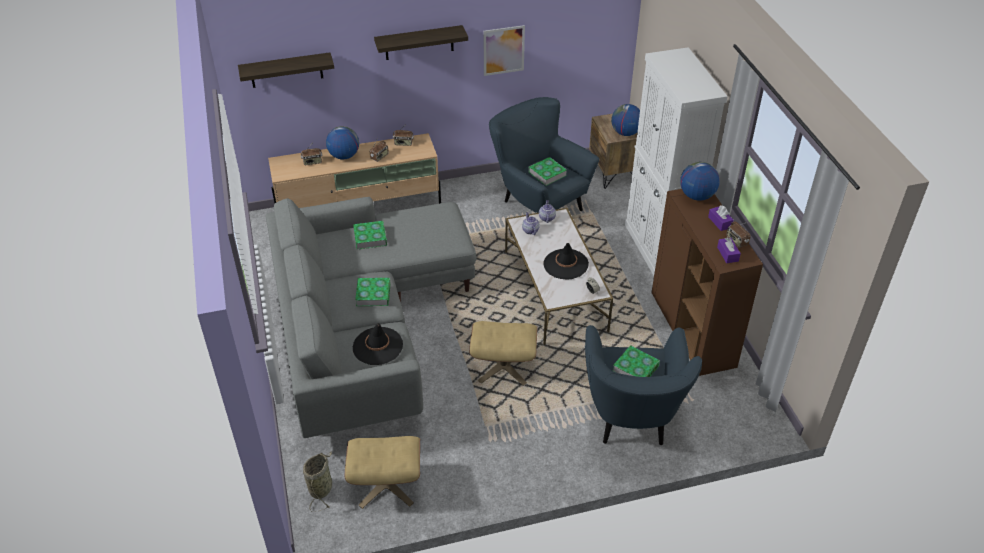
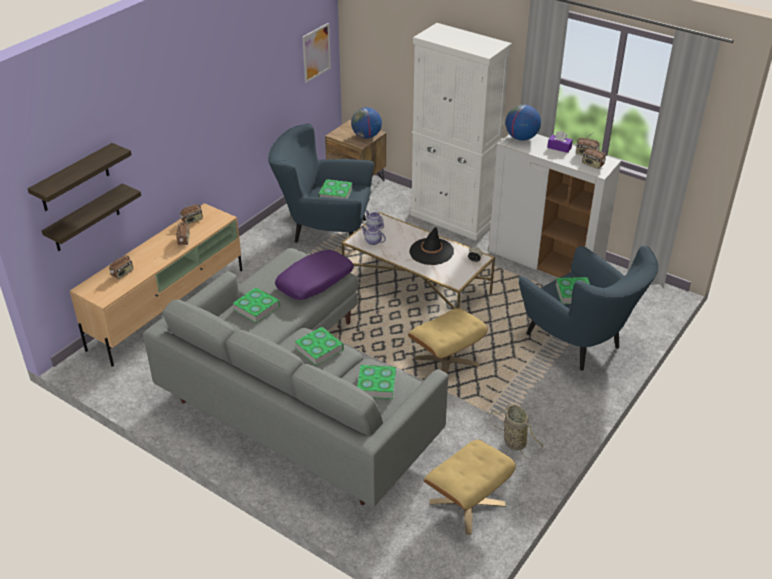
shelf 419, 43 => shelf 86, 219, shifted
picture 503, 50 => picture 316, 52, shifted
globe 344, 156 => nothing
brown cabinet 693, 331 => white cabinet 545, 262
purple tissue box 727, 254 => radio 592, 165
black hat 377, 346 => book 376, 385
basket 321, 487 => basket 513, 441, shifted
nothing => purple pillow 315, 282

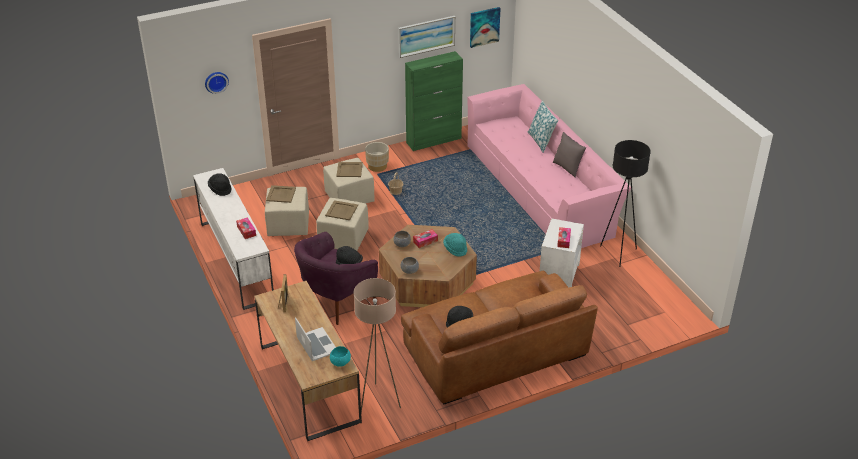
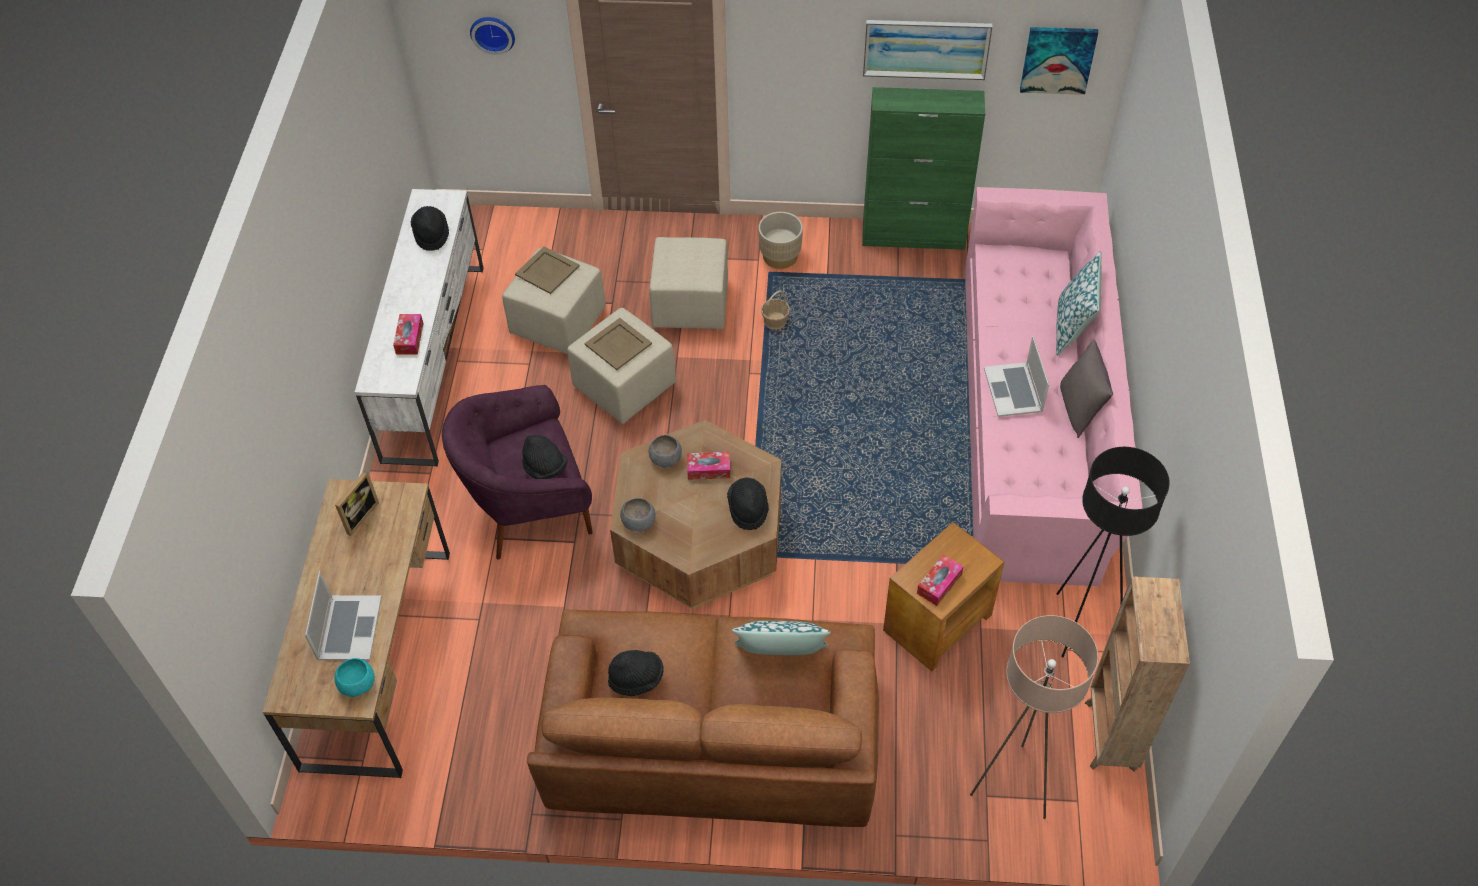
beige tray 349, 169 => nothing
white side table 558, 274 => brown side table 936, 622
turquoise hat 455, 249 => black hat 748, 509
beige floor lamp 379, 401 => beige floor lamp 1013, 785, shifted
nothing => laptop 1013, 390
nothing => brown bookcase 1110, 737
nothing => pillow 780, 658

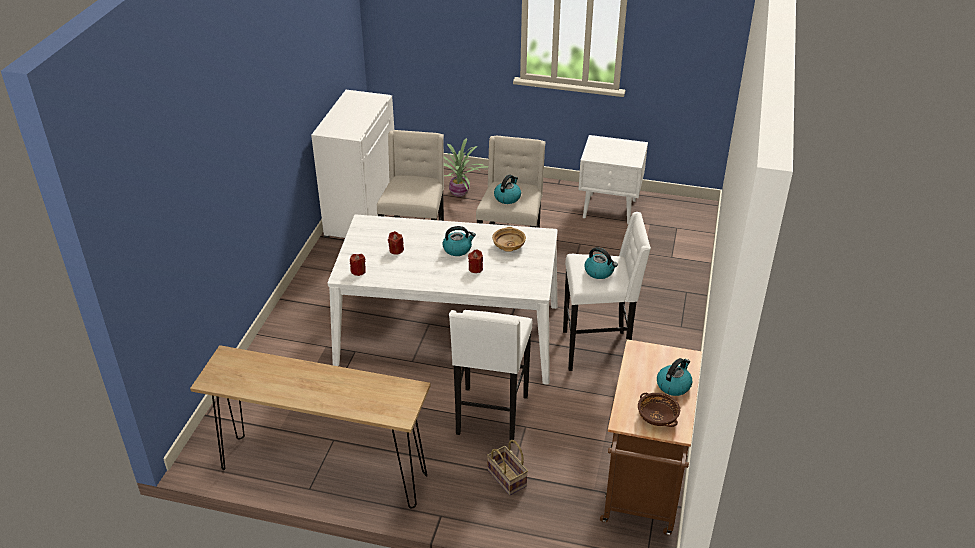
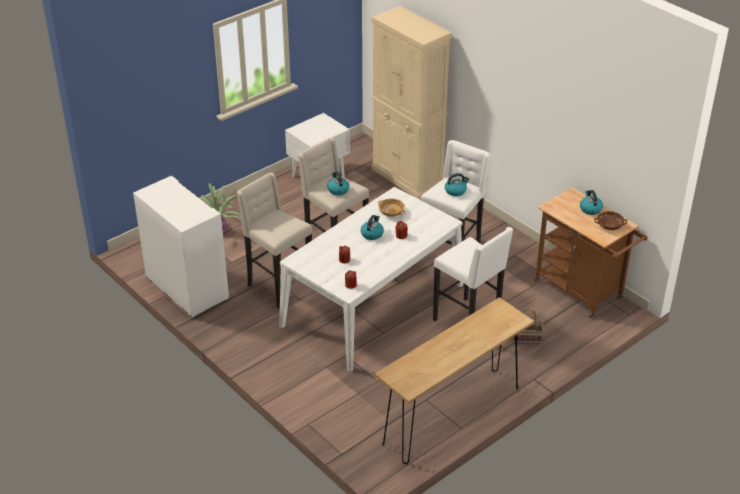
nothing => beige cabinet 407, 177

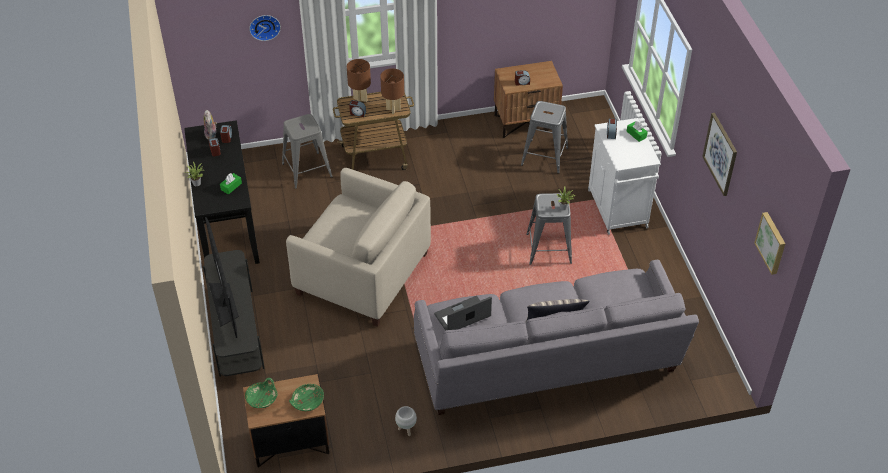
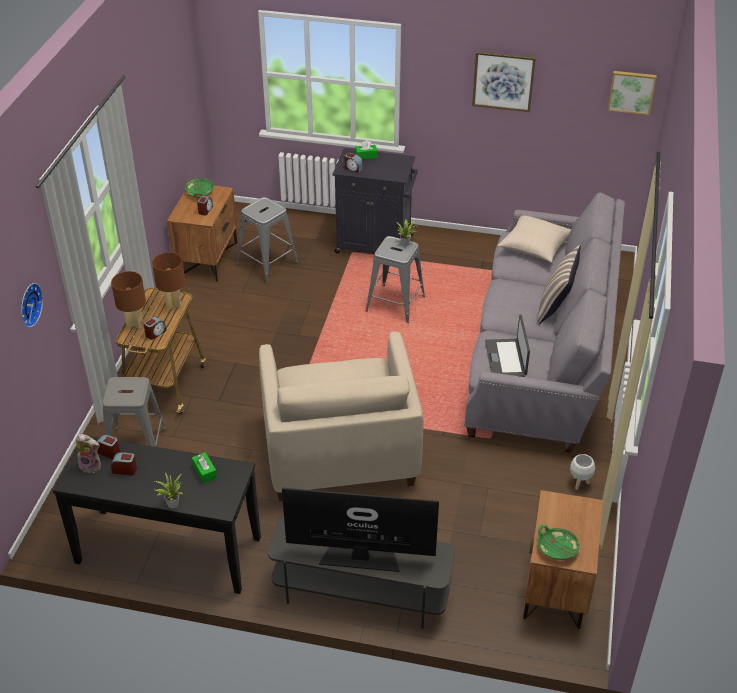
white cabinet 618, 210 => black cabinet 375, 244
beige armchair 362, 274 => beige armchair 339, 450, 120 degrees clockwise
green bowl 307, 402 => green bowl 199, 193, shifted
nothing => beige pillow 534, 247

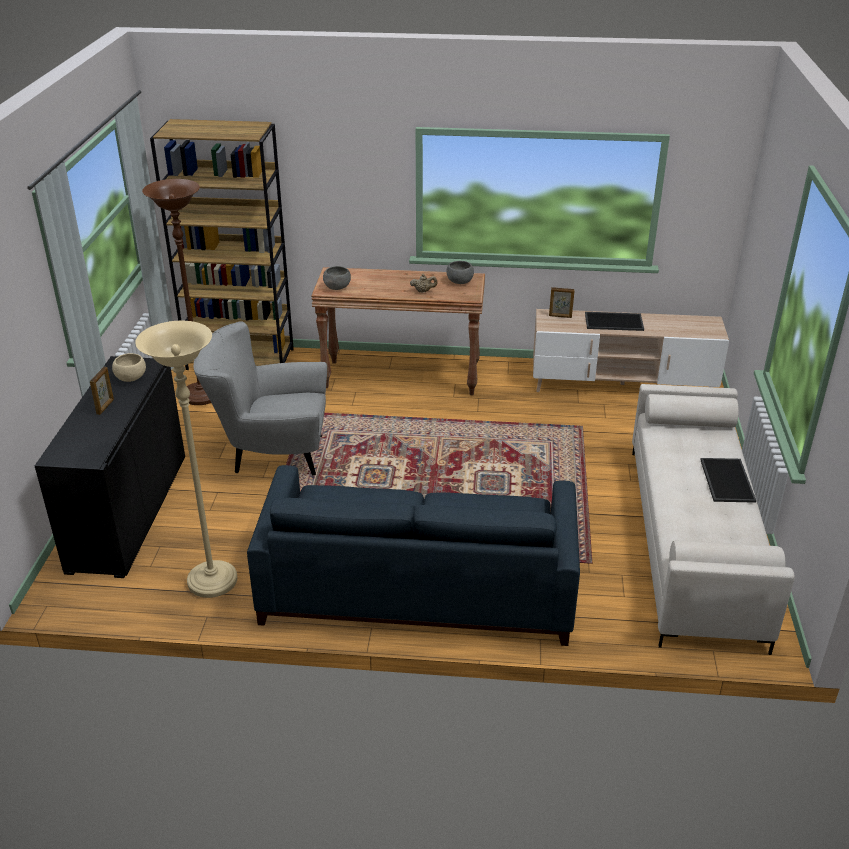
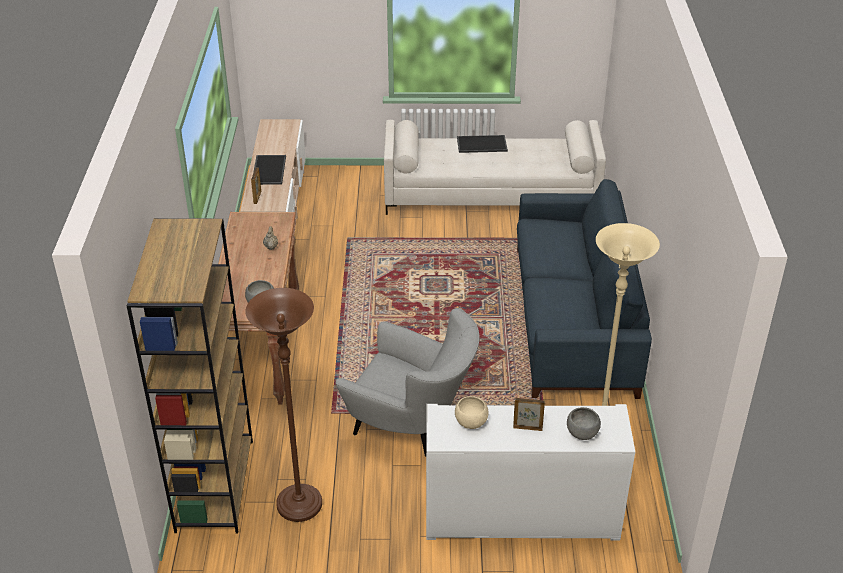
grey bowl 460, 282 => grey bowl 582, 433, shifted
grey armchair 271, 455 => grey armchair 411, 427, 60 degrees counterclockwise
black cabinet 129, 512 => white cabinet 521, 515

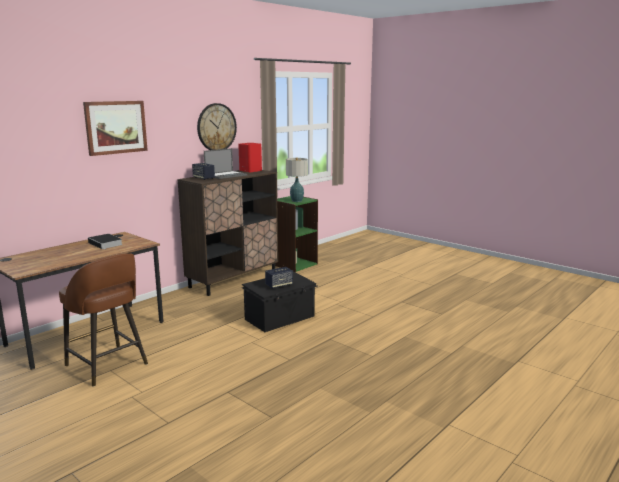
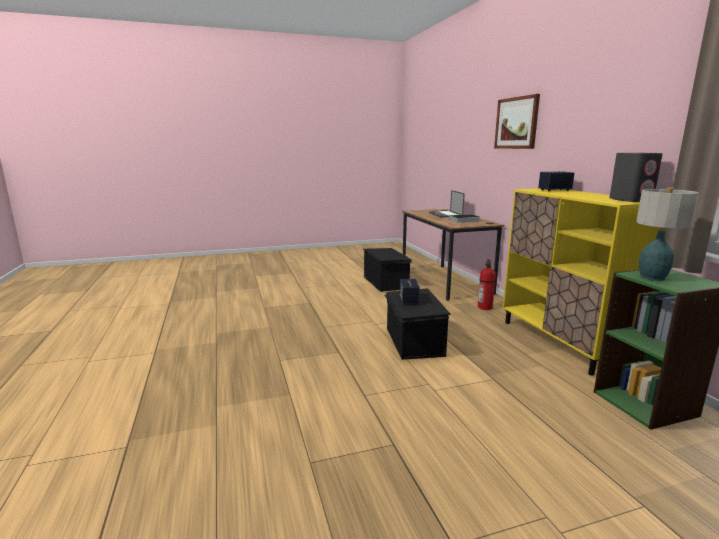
wall clock 216, 127 => nothing
red speaker 250, 170 => grey speaker 631, 200
laptop 226, 175 => laptop 445, 215, shifted
brown cabinet 233, 279 => yellow cabinet 561, 343
brown stool 107, 365 => black storage box 386, 282
nothing => fire extinguisher 485, 307

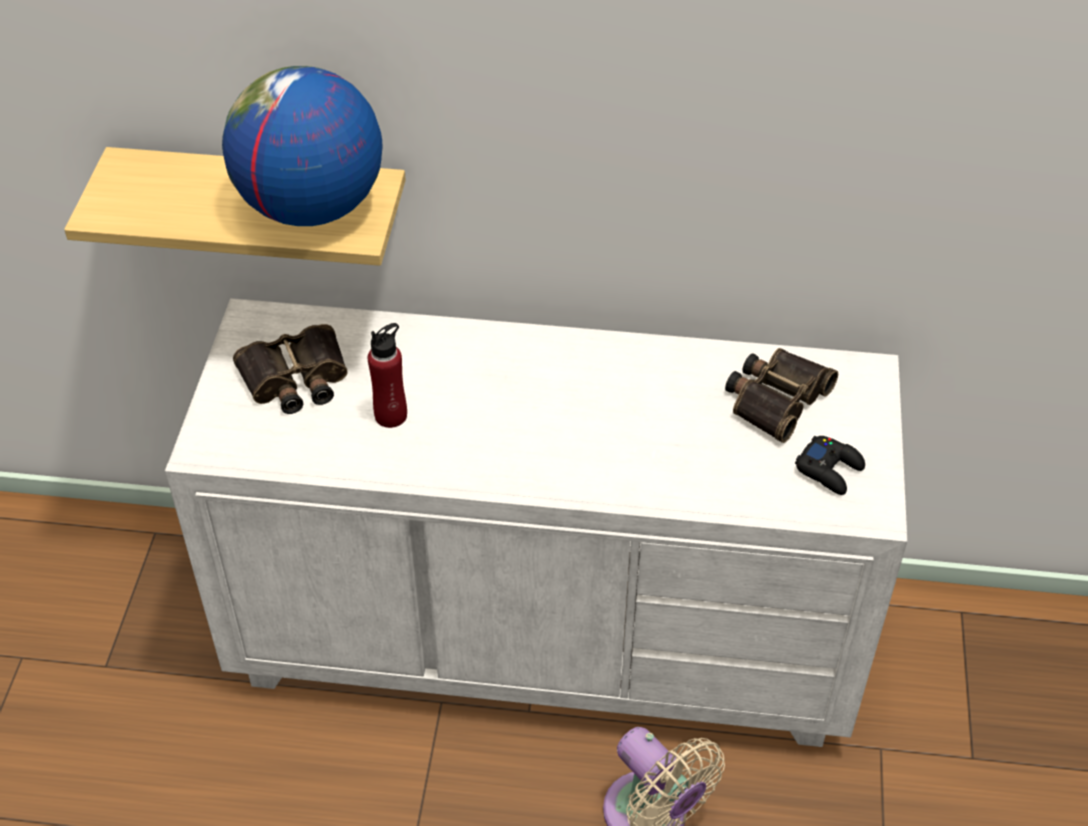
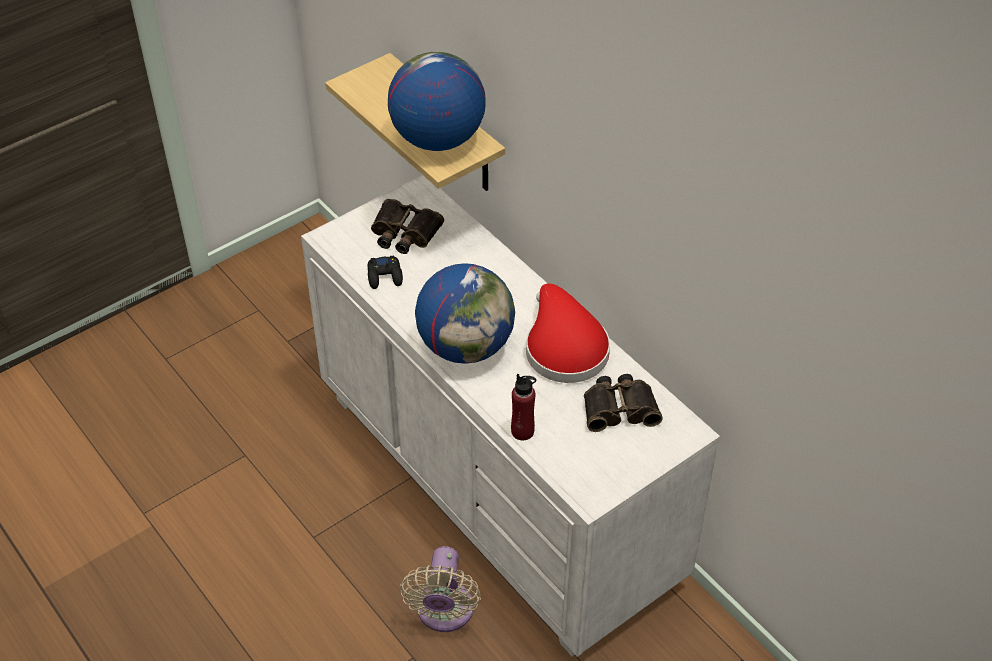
red bottle 391, 415 => red bottle 522, 431, shifted
black game controller 829, 469 => black game controller 385, 276, shifted
nothing => globe 466, 346
nothing => red hat 563, 347

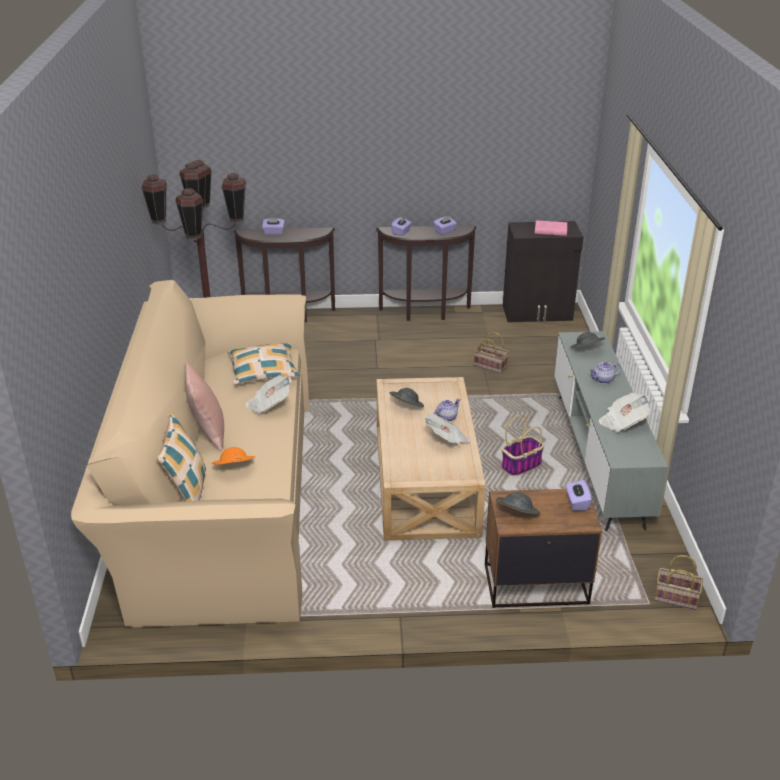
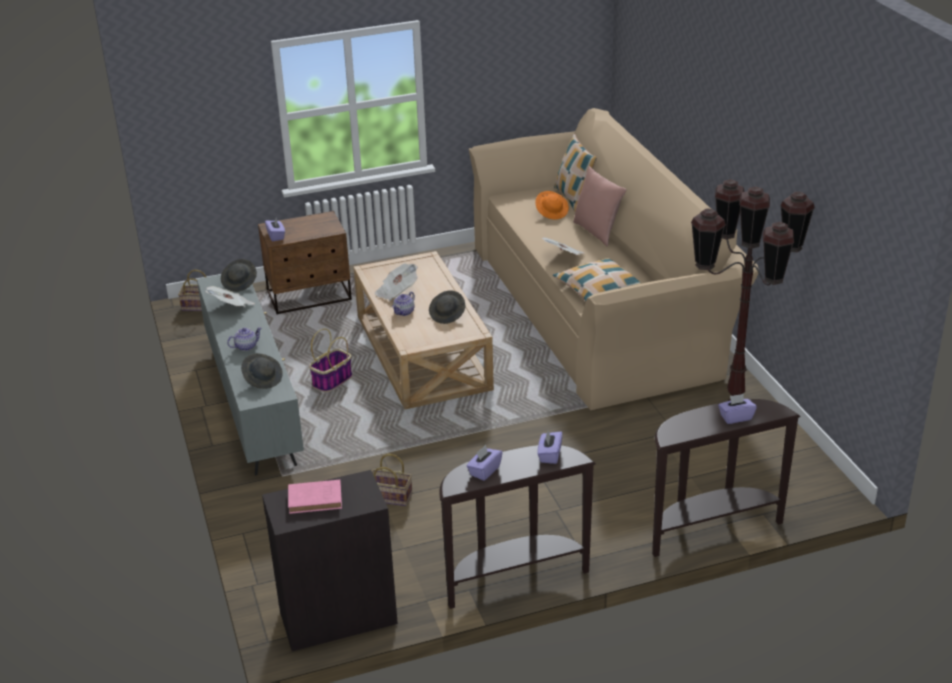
grey hat 516, 514 => grey hat 240, 283, shifted

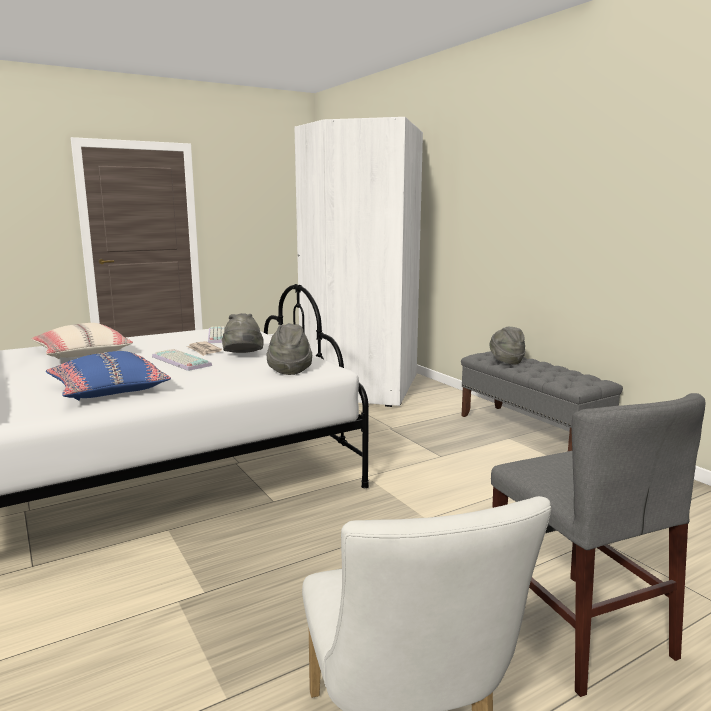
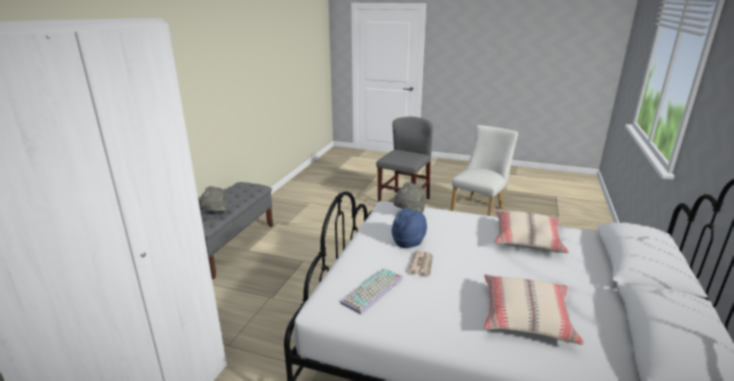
grey hat 243, 356 => blue hat 408, 241
keyboard 179, 361 => nothing
blue pillow 108, 389 => beige pillow 527, 240

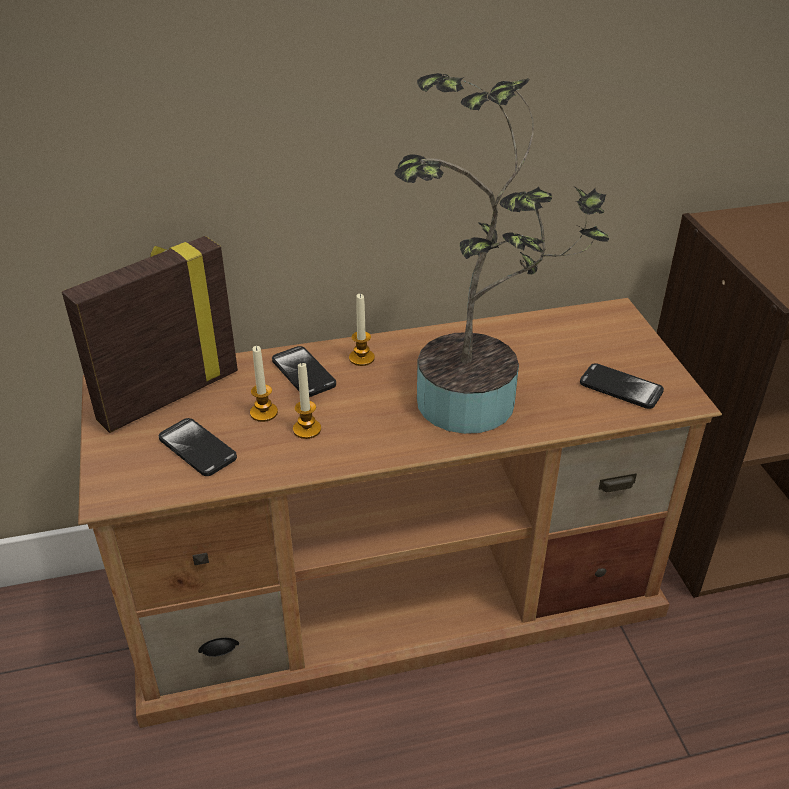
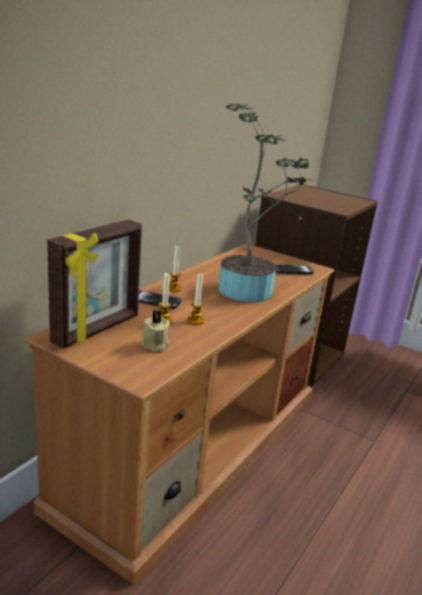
picture frame 168, 395 => picture frame 97, 330, 150 degrees counterclockwise
phone 197, 448 => beige candle 155, 345

